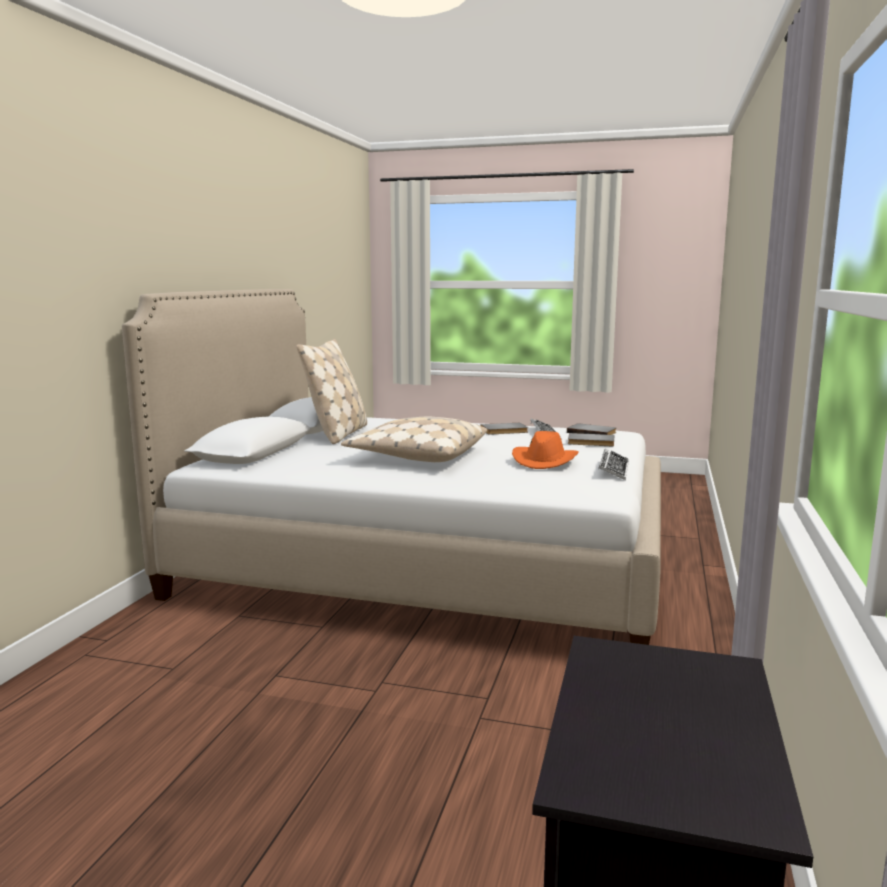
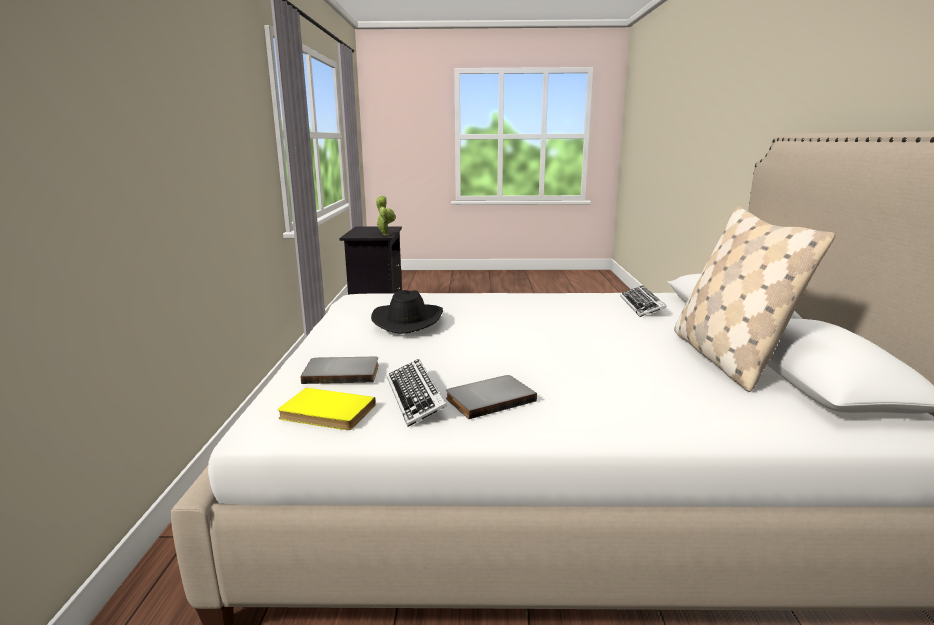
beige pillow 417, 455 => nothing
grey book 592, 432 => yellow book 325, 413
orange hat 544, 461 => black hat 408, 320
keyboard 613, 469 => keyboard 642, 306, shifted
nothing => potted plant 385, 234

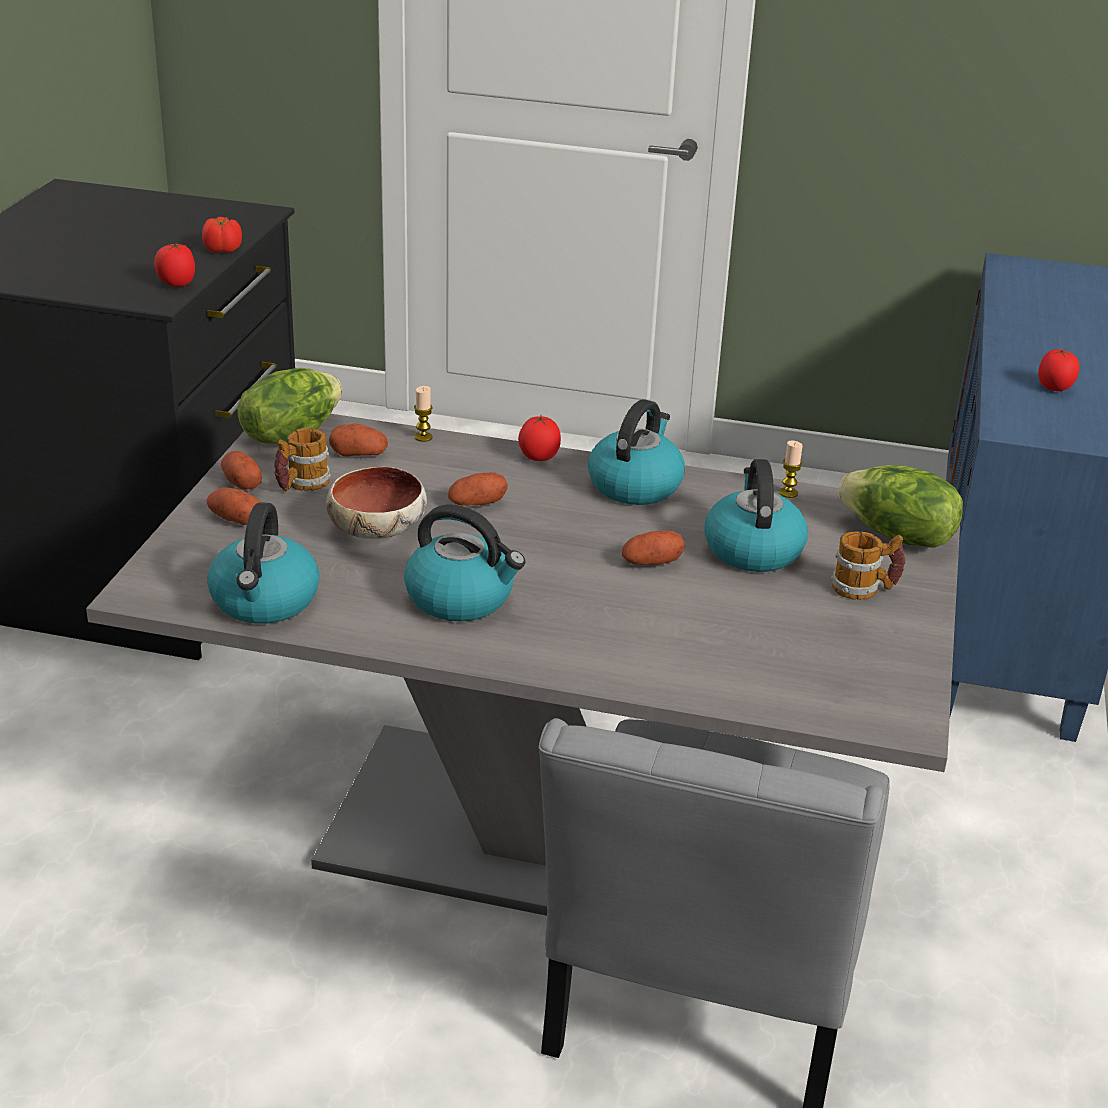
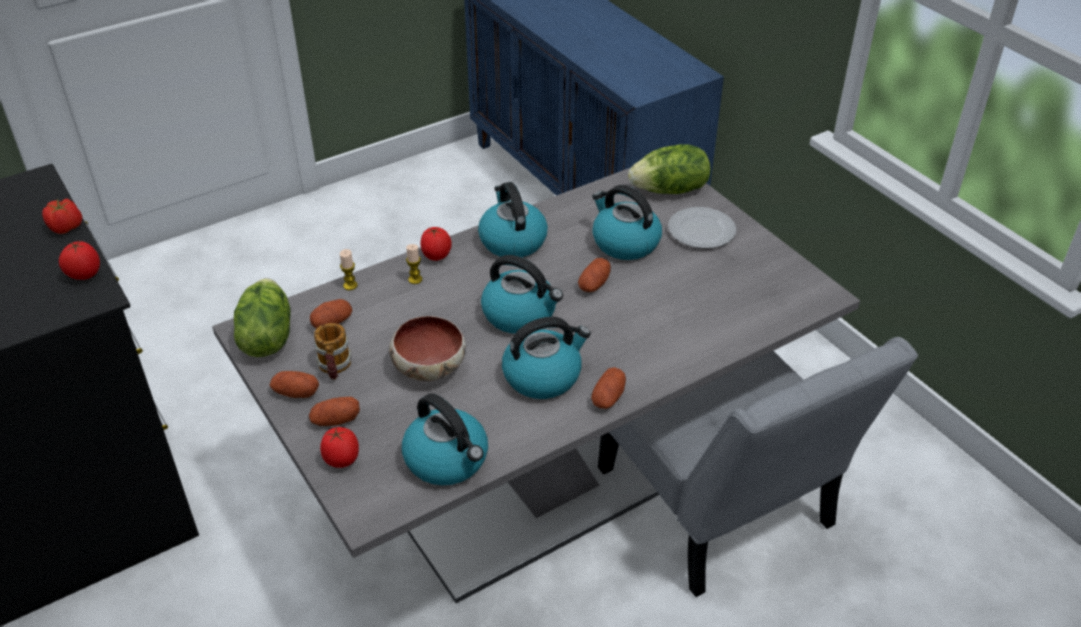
tomato 1054, 388 => tomato 342, 461, shifted
candle 788, 493 => candle 415, 279, shifted
potato 477, 503 => potato 608, 397, shifted
mug 864, 589 => plate 702, 231
nothing => kettle 520, 314

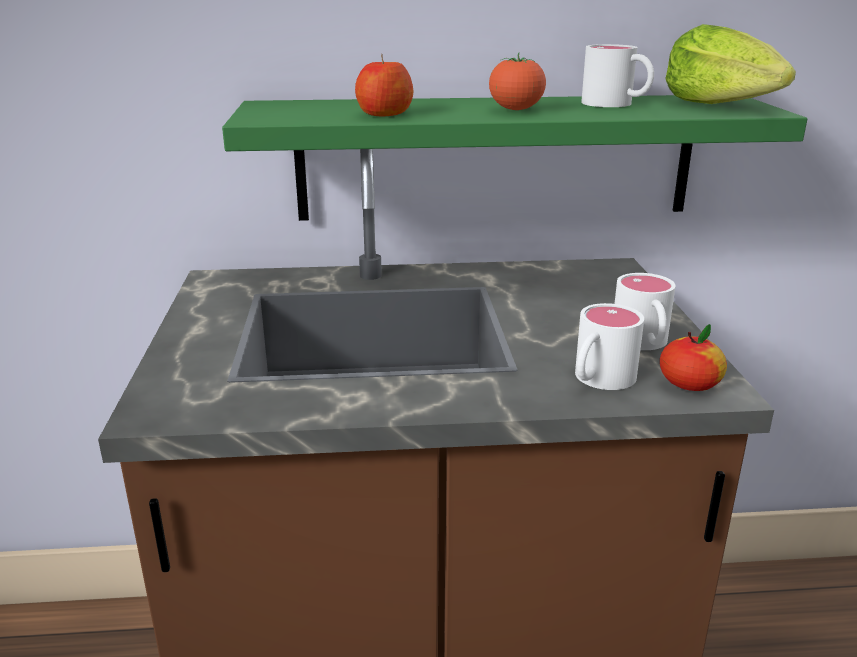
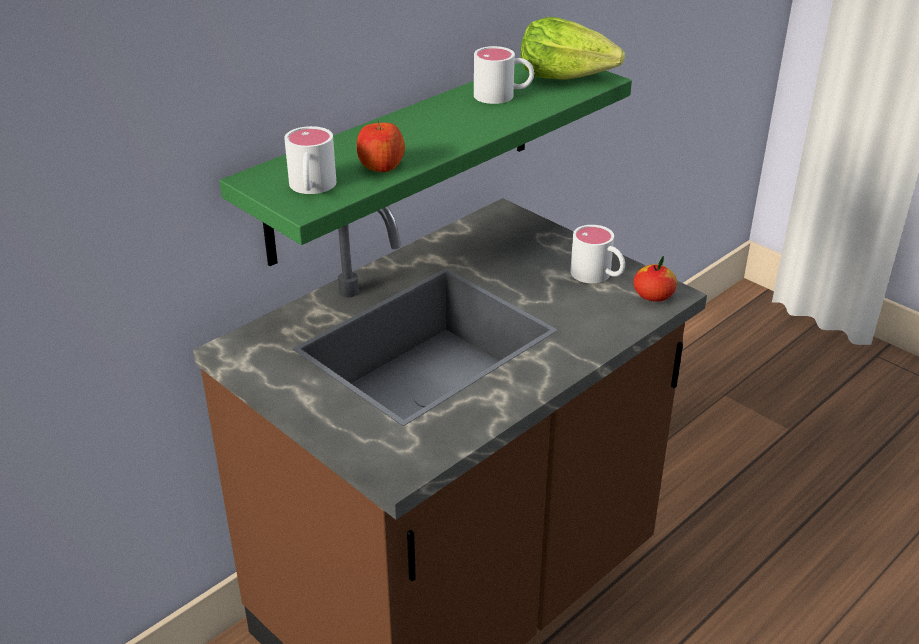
tomato 516, 110 => nothing
white mug 598, 380 => white mug 311, 188, shifted

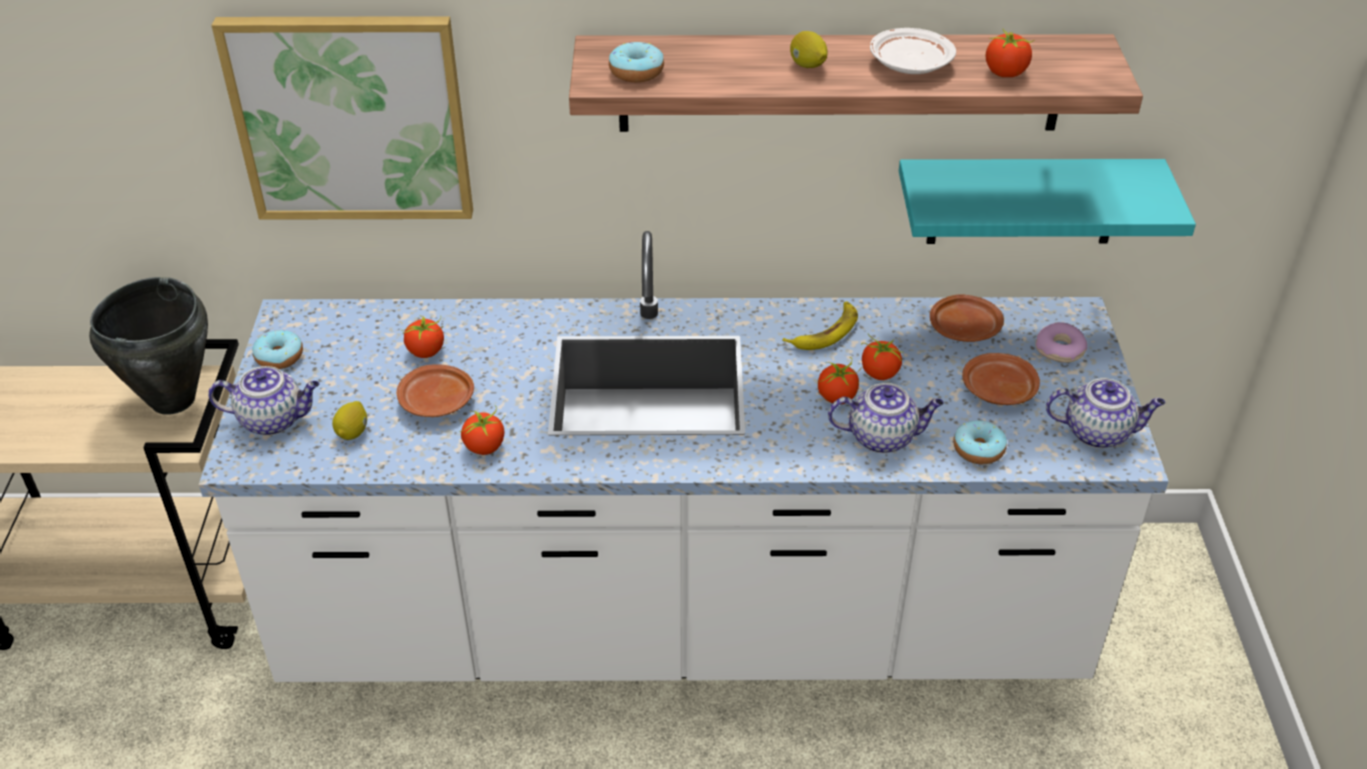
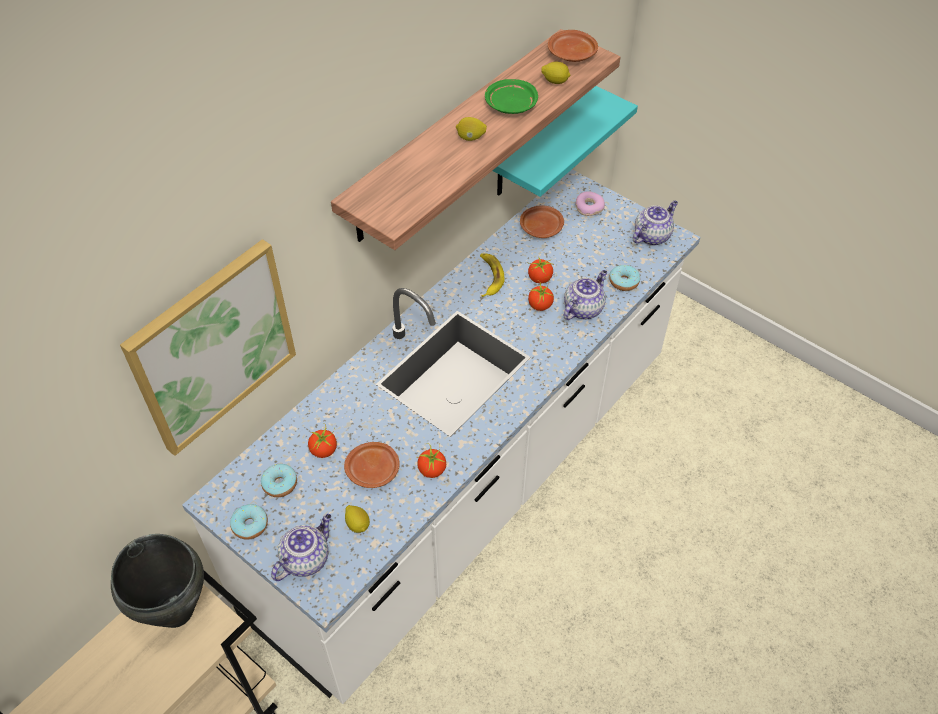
white plate 909, 64 => green plate 510, 105
tomato 1006, 73 => lemon 555, 81
donut 636, 72 => donut 280, 484, shifted
brown plate 998, 390 => brown plate 572, 54, shifted

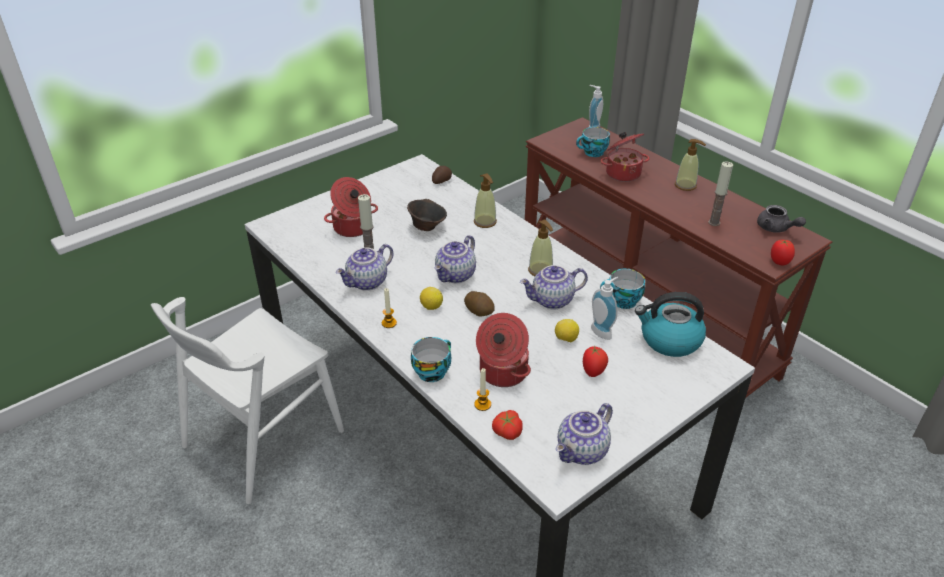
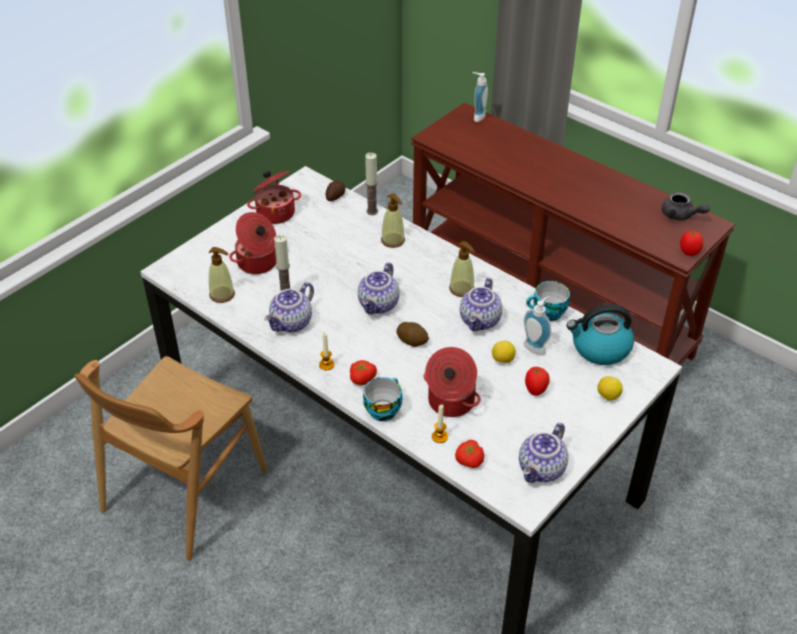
cup 592, 153 => nothing
cooking pot 622, 173 => cooking pot 275, 212, shifted
soap dispenser 685, 185 => soap dispenser 222, 295, shifted
candle 714, 222 => candle 372, 211, shifted
brown bowl 427, 226 => nothing
teapot 552, 301 => teapot 481, 321, 45 degrees counterclockwise
lemon 431, 307 => lemon 608, 396, shifted
white chair 262, 438 => brown chair 184, 491
nothing => tomato 362, 378

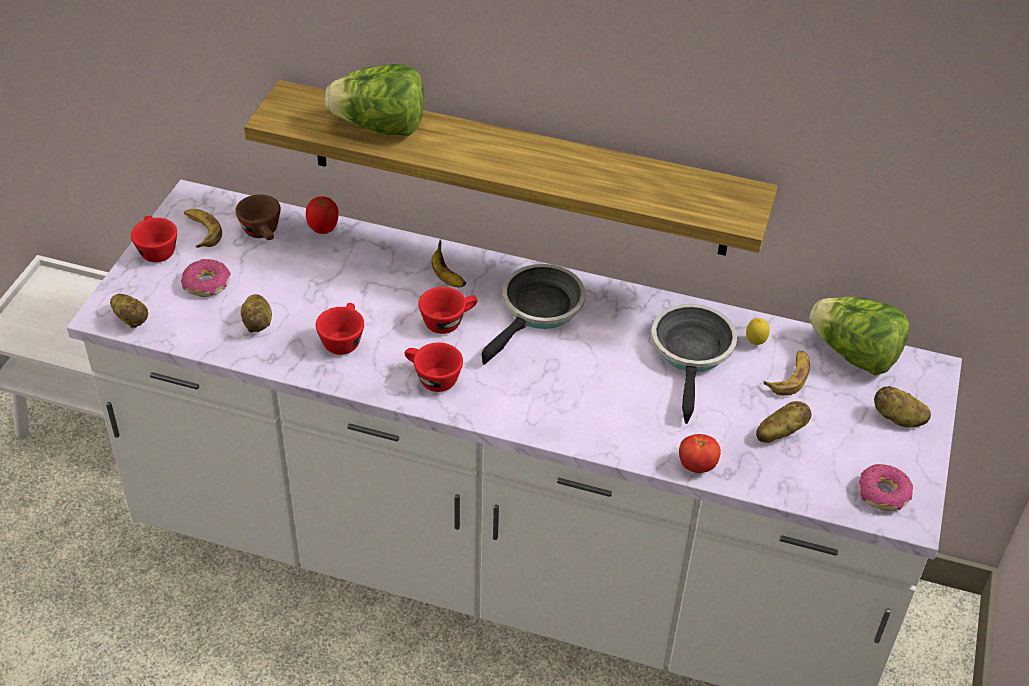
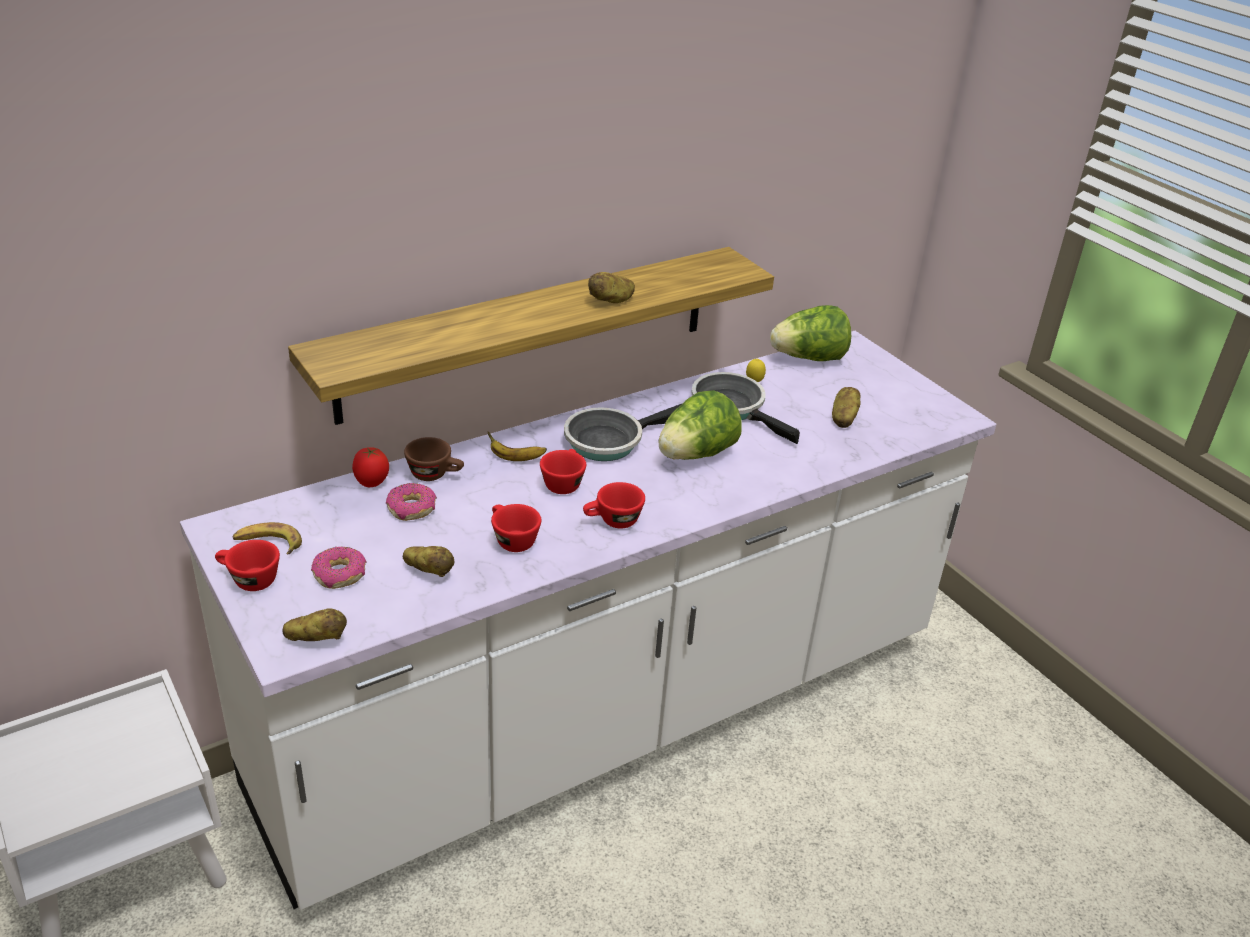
lettuce 380, 127 => lettuce 696, 455, shifted
brown cup 263, 233 => brown cup 435, 474, shifted
frying pan 539, 311 => frying pan 609, 441, 105 degrees counterclockwise
banana 789, 376 => nothing
potato 898, 419 => potato 611, 301, shifted
tomato 697, 466 => nothing
donut 883, 494 => donut 412, 508, shifted

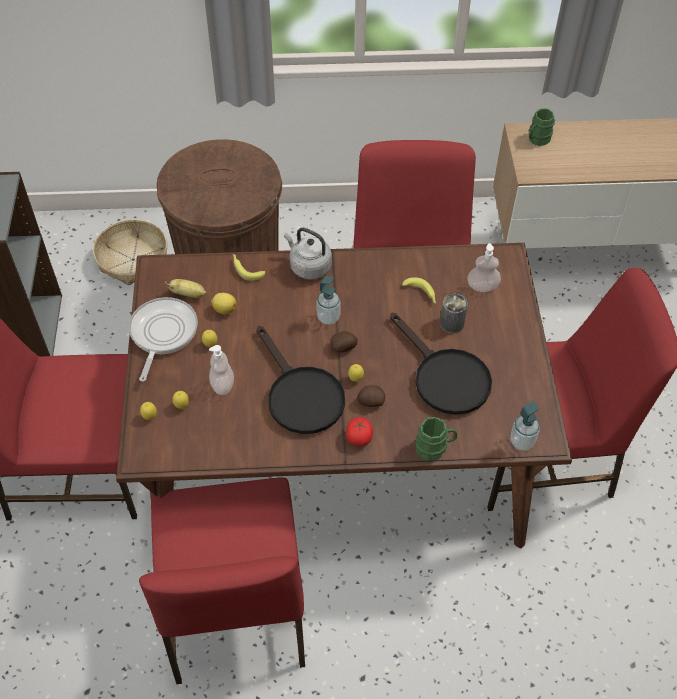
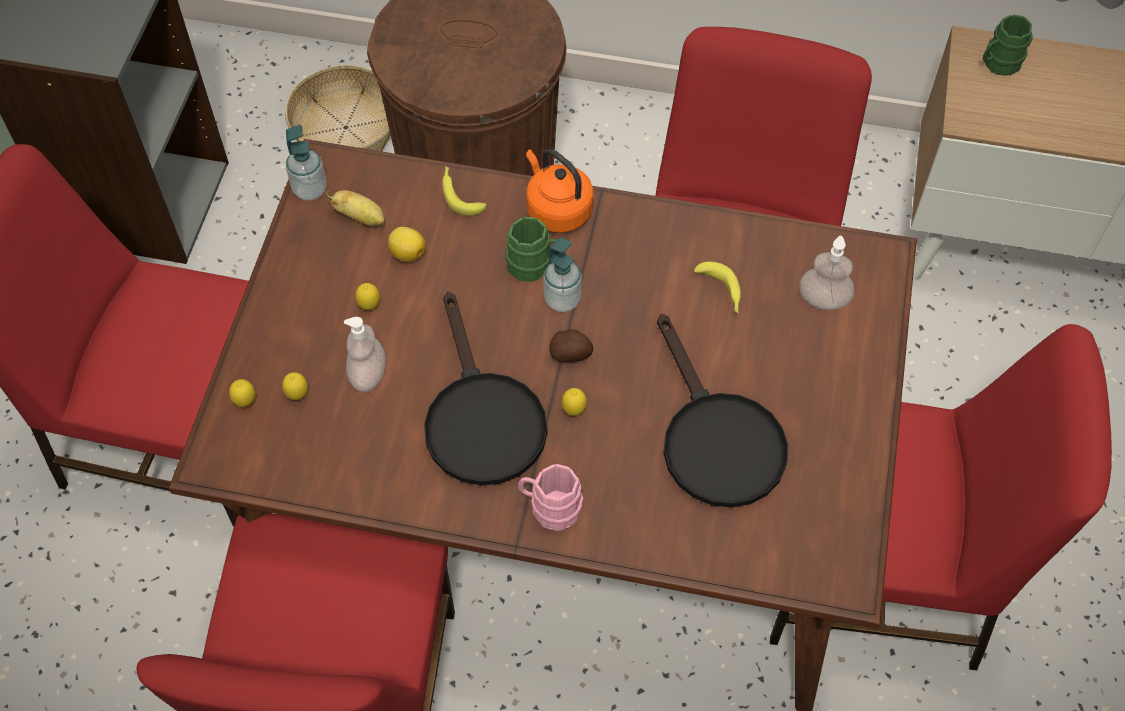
grey kettle 308, 266 => orange kettle 557, 209
can 452, 323 => nothing
frying pan 162, 334 => nothing
potato 370, 402 => nothing
soap dispenser 522, 441 => soap dispenser 310, 189, shifted
tomato 359, 437 => pink mug 550, 508
green mug 434, 448 => green mug 535, 265, shifted

